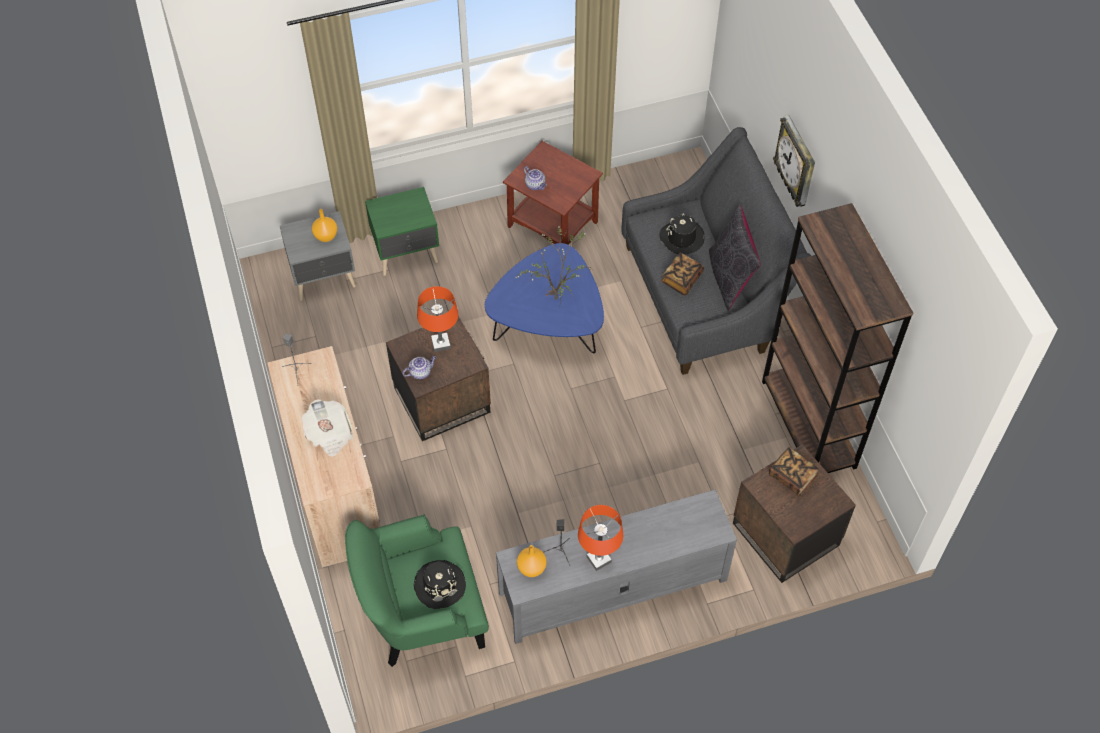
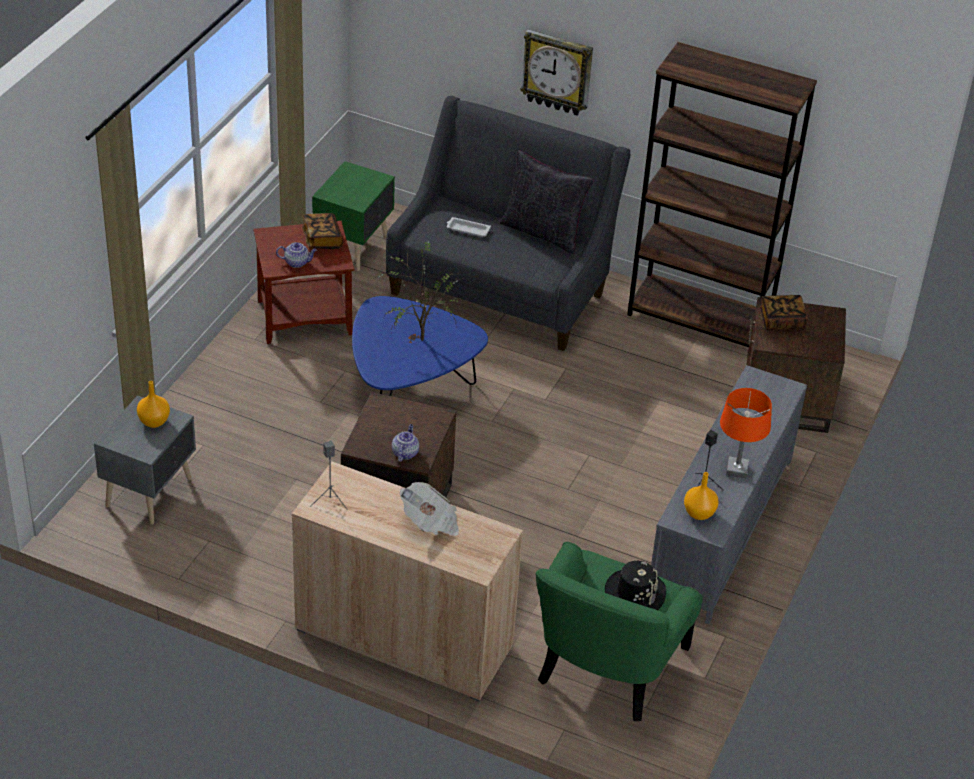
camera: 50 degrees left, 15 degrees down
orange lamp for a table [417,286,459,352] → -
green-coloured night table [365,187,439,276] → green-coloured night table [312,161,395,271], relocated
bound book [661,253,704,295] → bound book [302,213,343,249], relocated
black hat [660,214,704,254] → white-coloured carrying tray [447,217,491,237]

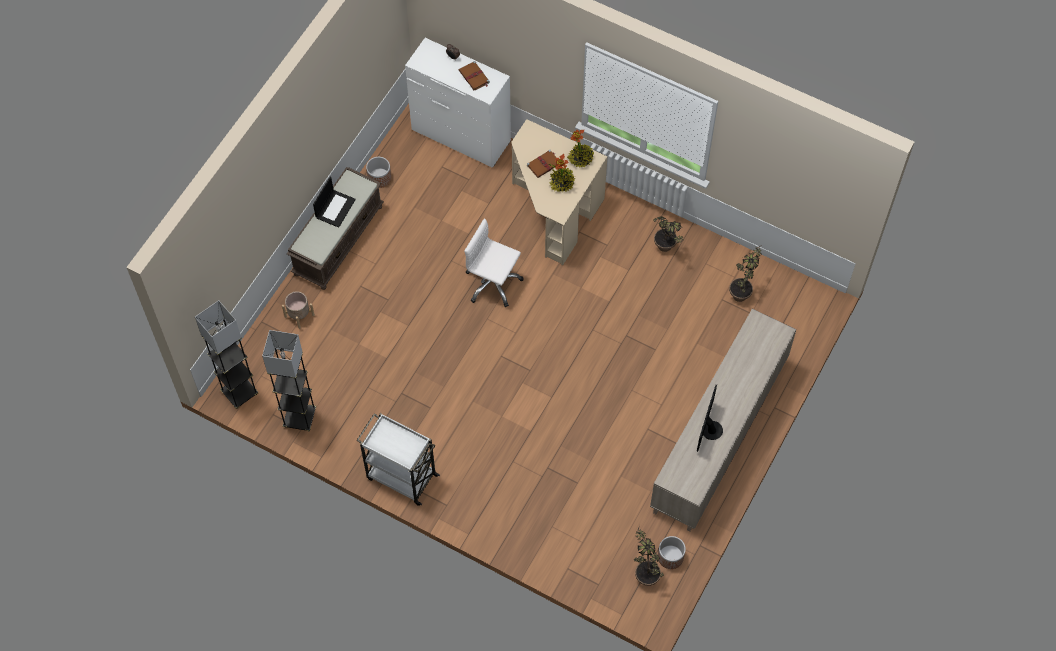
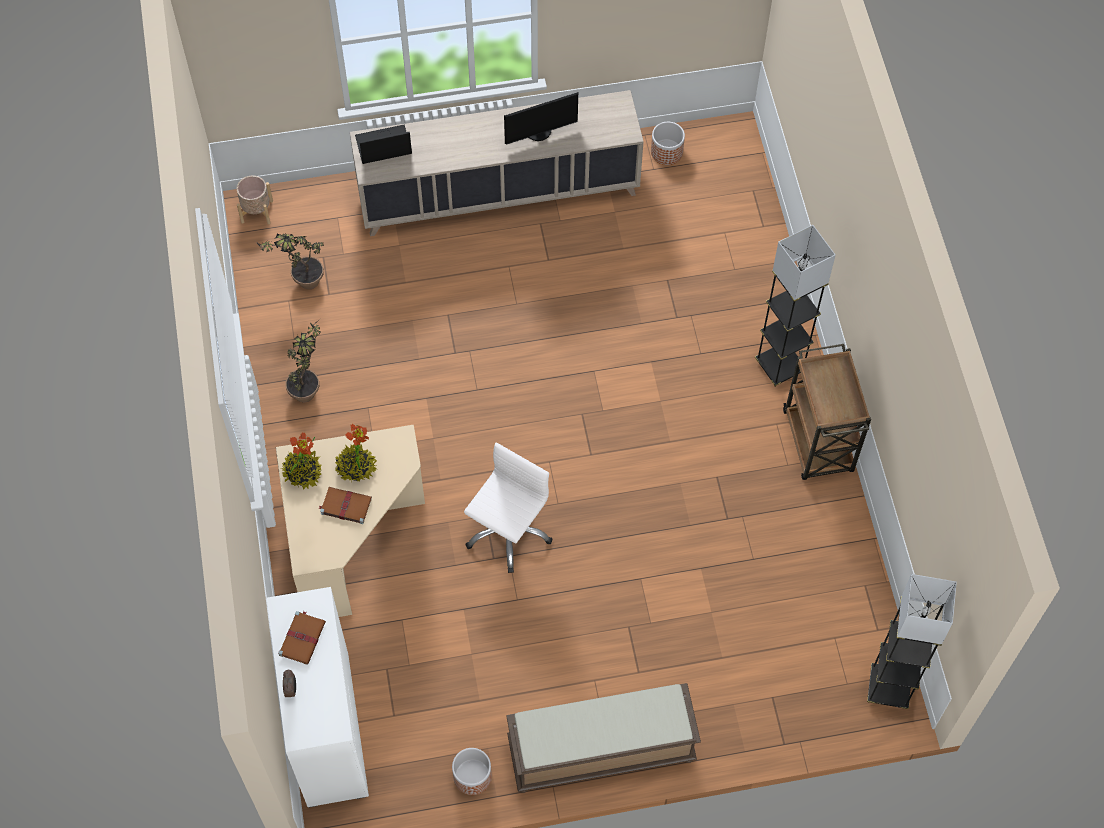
camera: 130 degrees left, 0 degrees up
potted plant [634,525,664,586] → -
gray standard lamp [262,330,316,431] → gray standard lamp [755,225,836,387], relocated
beige flower pot [282,291,315,329] → beige flower pot [237,176,273,224], relocated
notebook computer [313,177,356,228] → notebook computer [355,125,412,164], relocated
white-coloured wheeled cart [357,413,440,506] → brown wheeled cart [783,344,871,480]
white-coloured computer chair [464,218,524,307] → white-coloured computer chair [464,443,553,573], 135 degrees counterclockwise

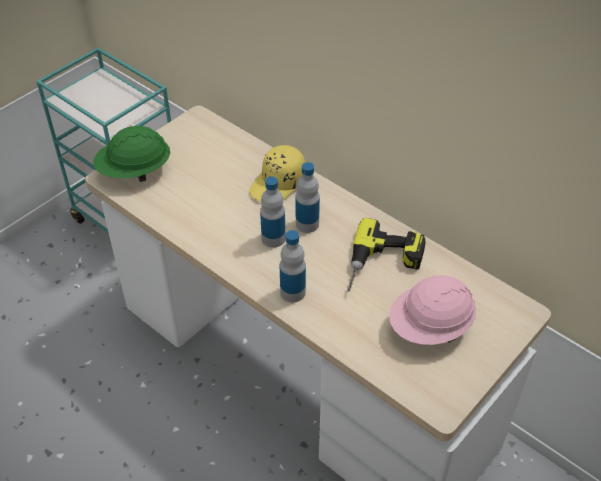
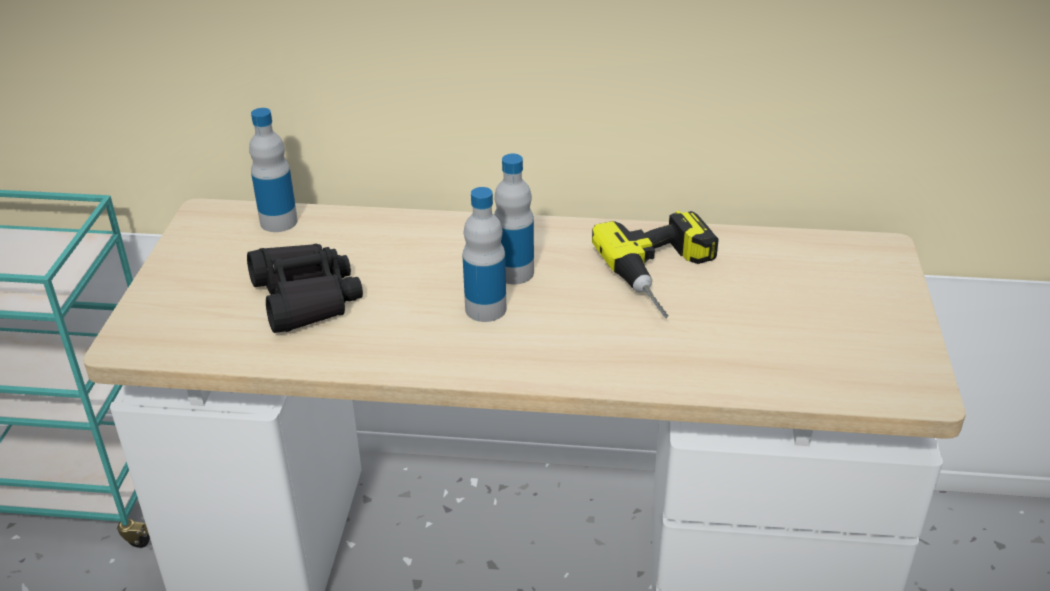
camera: 35 degrees left, 10 degrees down
green-coloured safety helmet [93,126,170,182] → -
yellowish baseball cap [249,145,306,202] → -
pinkish safety helmet [389,275,476,345] → -
- → black pair of binoculars [247,244,363,333]
bottle [280,230,306,303] → bottle [249,108,298,232], relocated

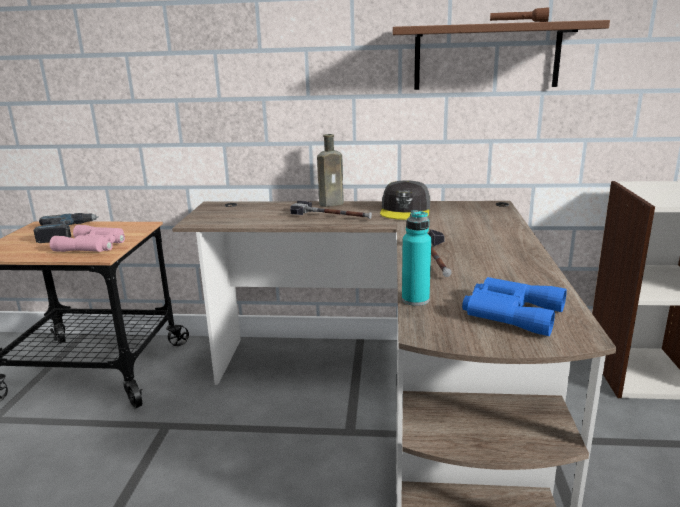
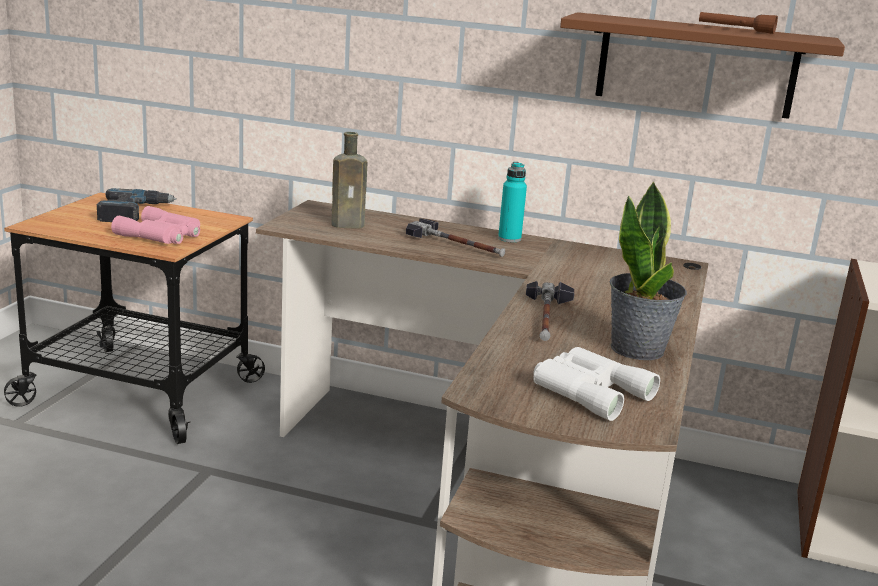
camera: 10 degrees right, 0 degrees up
gray baseball cap [380,180,430,220] → -
- → potted plant [610,181,687,360]
brown bottle [317,134,344,207] → brown bottle [332,132,367,229], relocated
blue-green bottle [402,210,431,306] → blue-green bottle [498,162,527,242], relocated
bluish pair of binoculars [462,277,567,336] → white-coloured pair of binoculars [533,347,660,421]

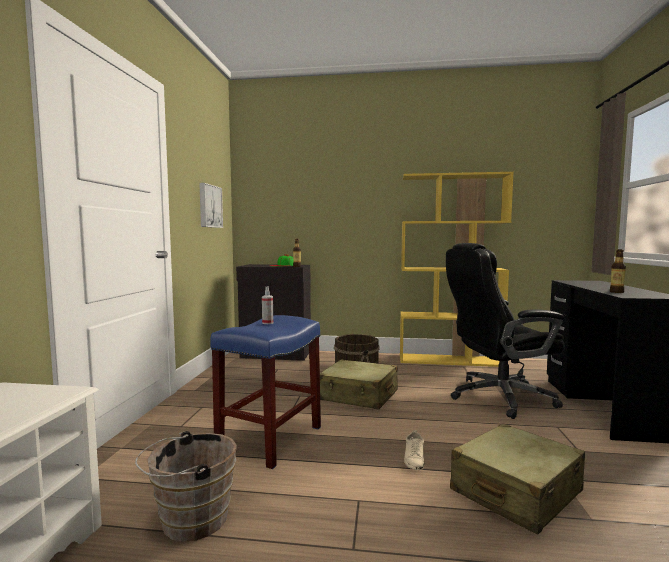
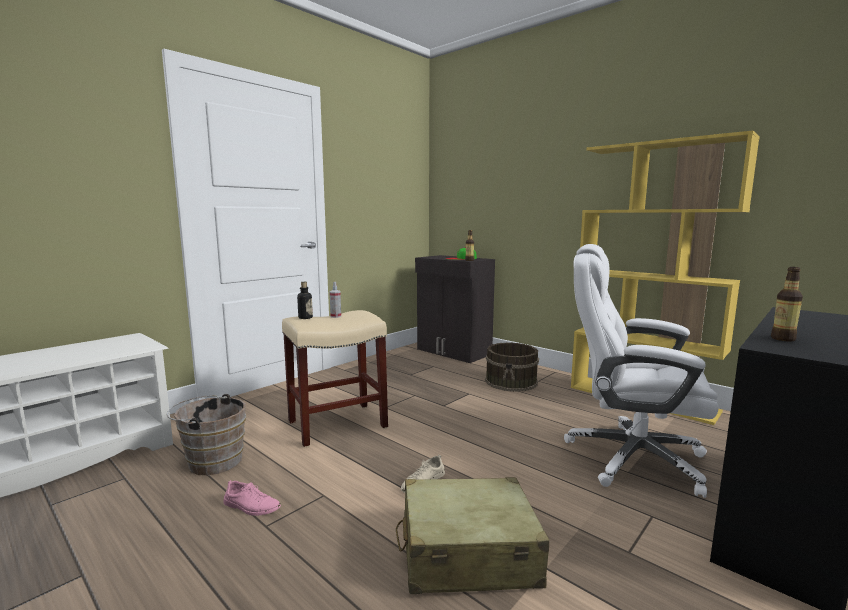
camera: 35 degrees right, 5 degrees up
picture [199,183,223,228] → -
beige suitcase [320,359,398,409] → -
- → pinkish shoe [224,480,281,516]
- → bottle [297,282,313,319]
bluish stool seat [210,315,321,469] → beige stool seat [282,310,388,448]
black computer chair [446,243,565,419] → white-coloured computer chair [564,244,718,498]

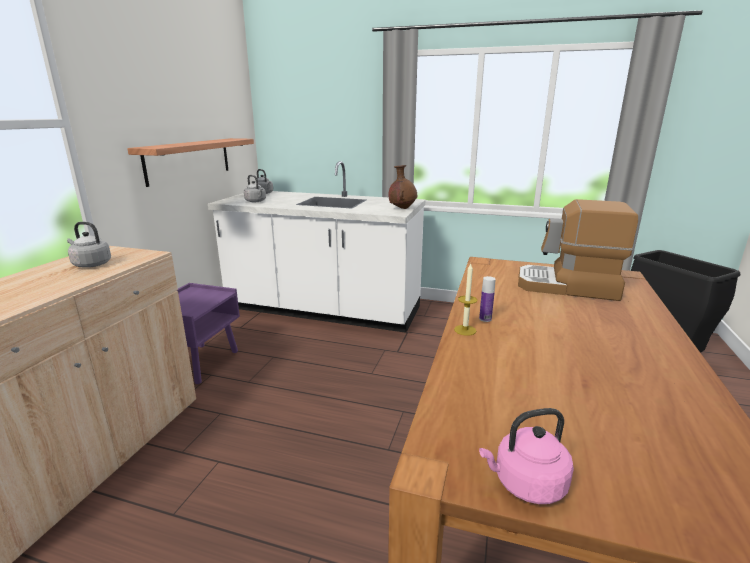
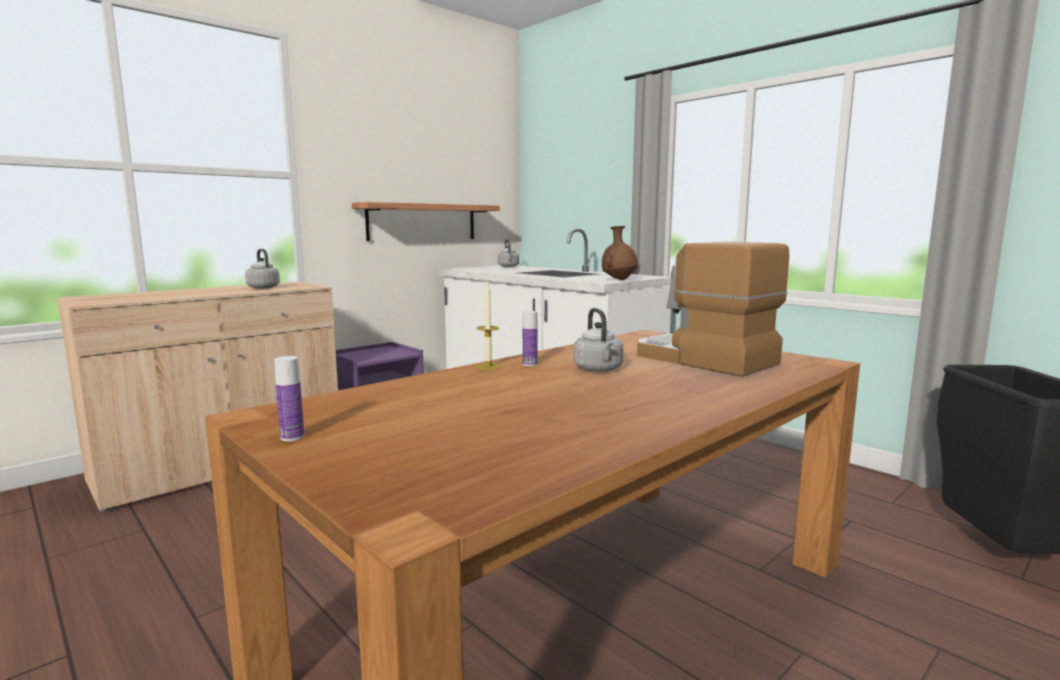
camera: 30 degrees right, 10 degrees down
gray water kettle [244,175,266,202] → gray water kettle [574,308,623,372], relocated
pinkish water kettle [479,408,574,504] → bottle [274,356,304,441]

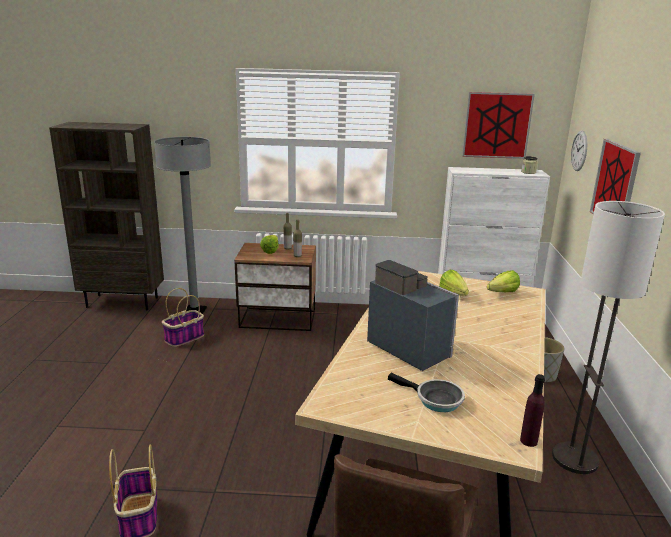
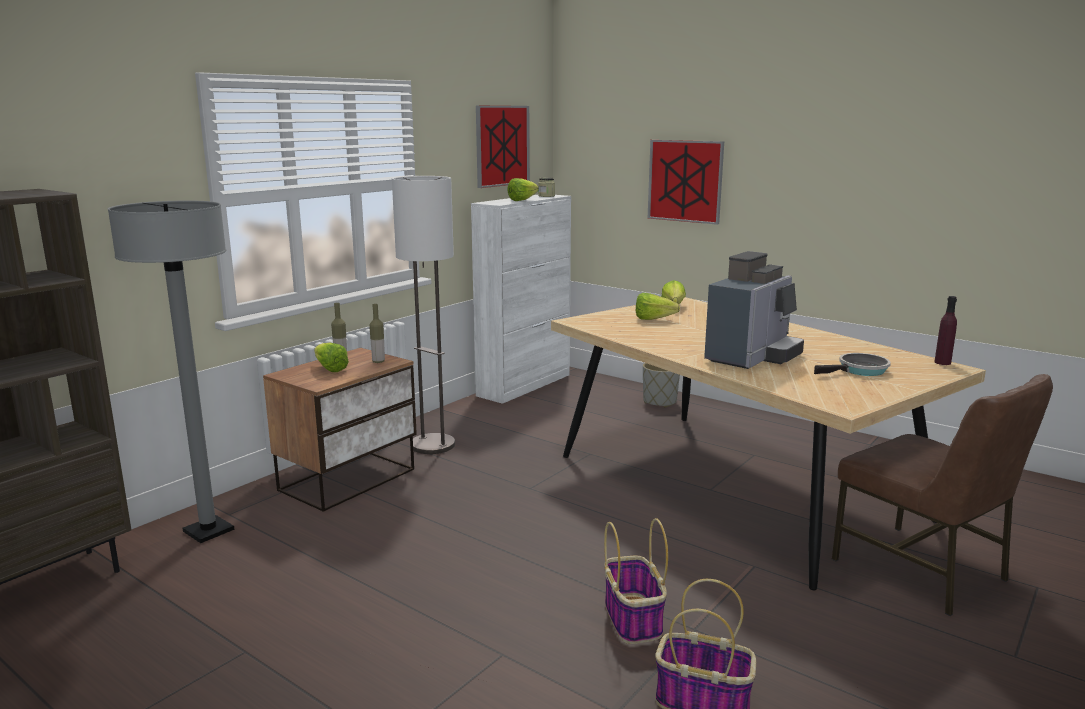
camera: 55 degrees left, 5 degrees down
clock on the wall [571,130,587,171] → -
- → lettuce [507,178,539,201]
household basket [162,288,204,347] → household basket [604,518,668,644], relocated
standard lamp [552,201,665,474] → standard lamp [392,176,455,454], relocated
coffee brewer [367,260,459,371] → coffee brewer [704,251,804,369], 135 degrees clockwise

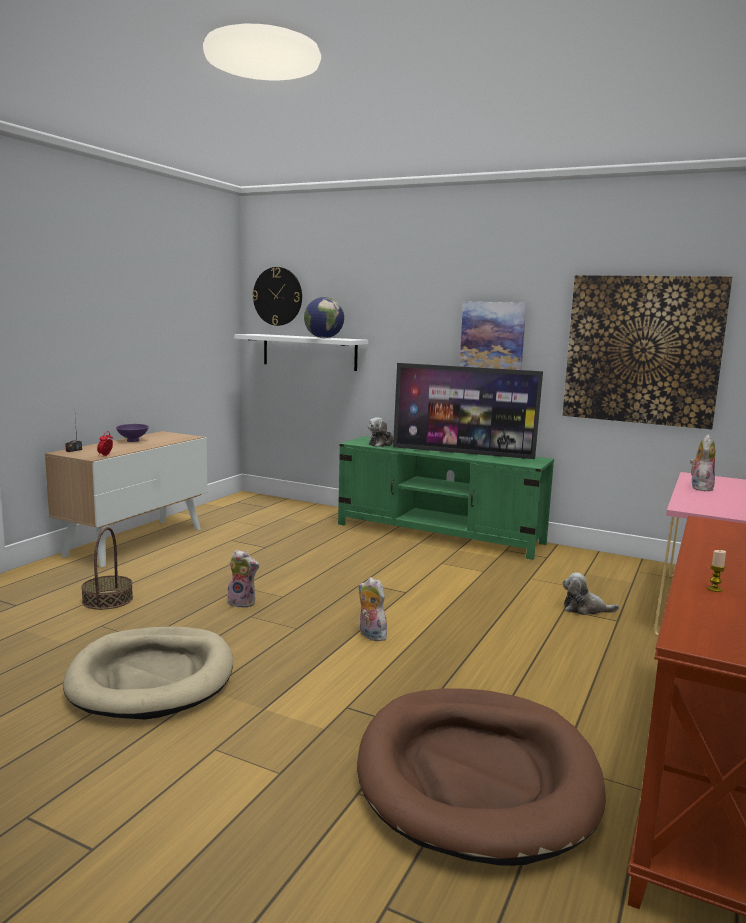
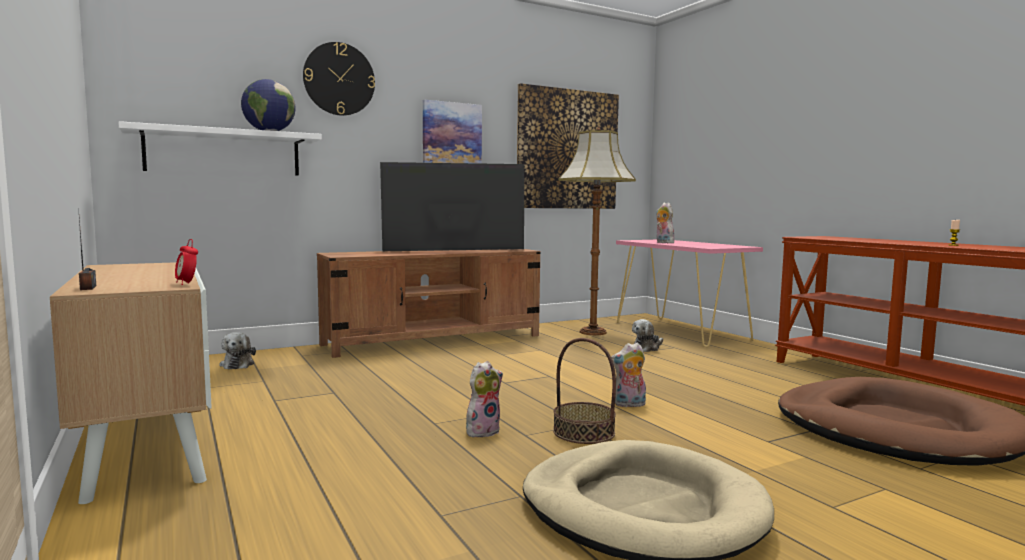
camera: 55 degrees left, 5 degrees down
purplish bowl [116,424,149,442] → -
- → standard lamp [558,125,636,335]
household basket [81,527,133,610] → household basket [553,338,616,444], relocated
clock on the wall [252,267,302,326] → clock on the wall [303,42,375,116], relocated
cuddly toy [368,417,394,447] → cuddly toy [219,332,256,370], relocated
green-coloured media console [338,436,554,560] → brown media console [317,249,541,358]
TV [393,363,543,459] → TV [380,162,524,251], 150 degrees counterclockwise

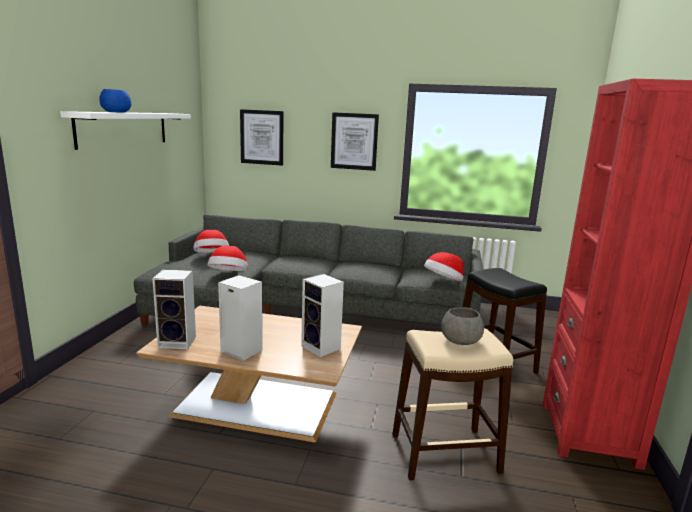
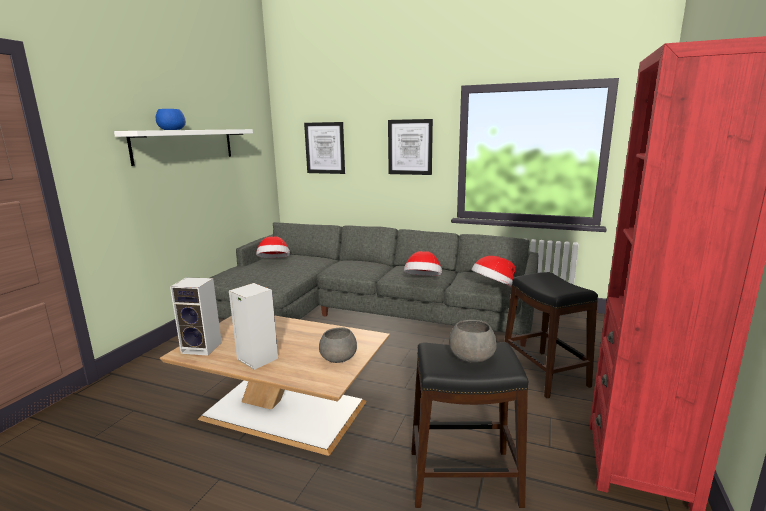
camera: 10 degrees right, 0 degrees up
hat [208,246,248,271] → hat [404,251,442,276], relocated
audio speaker [301,274,344,357] → gray bowl [319,328,357,363]
beige stool seat [392,328,513,480] → black stool seat [411,342,528,508]

